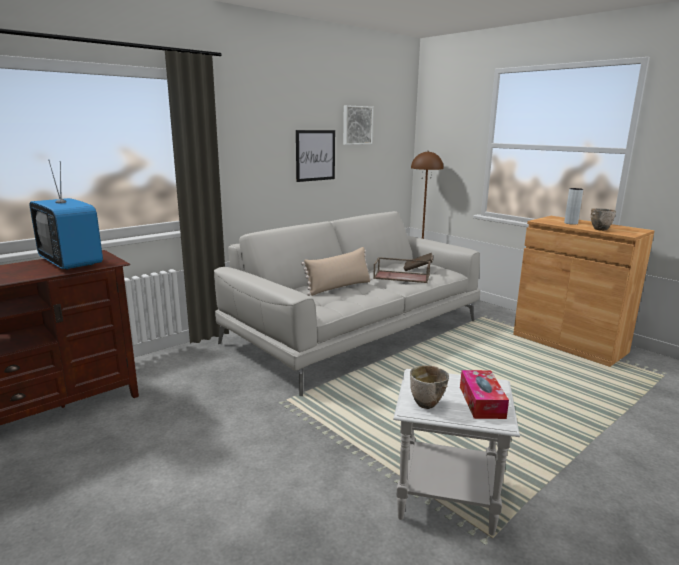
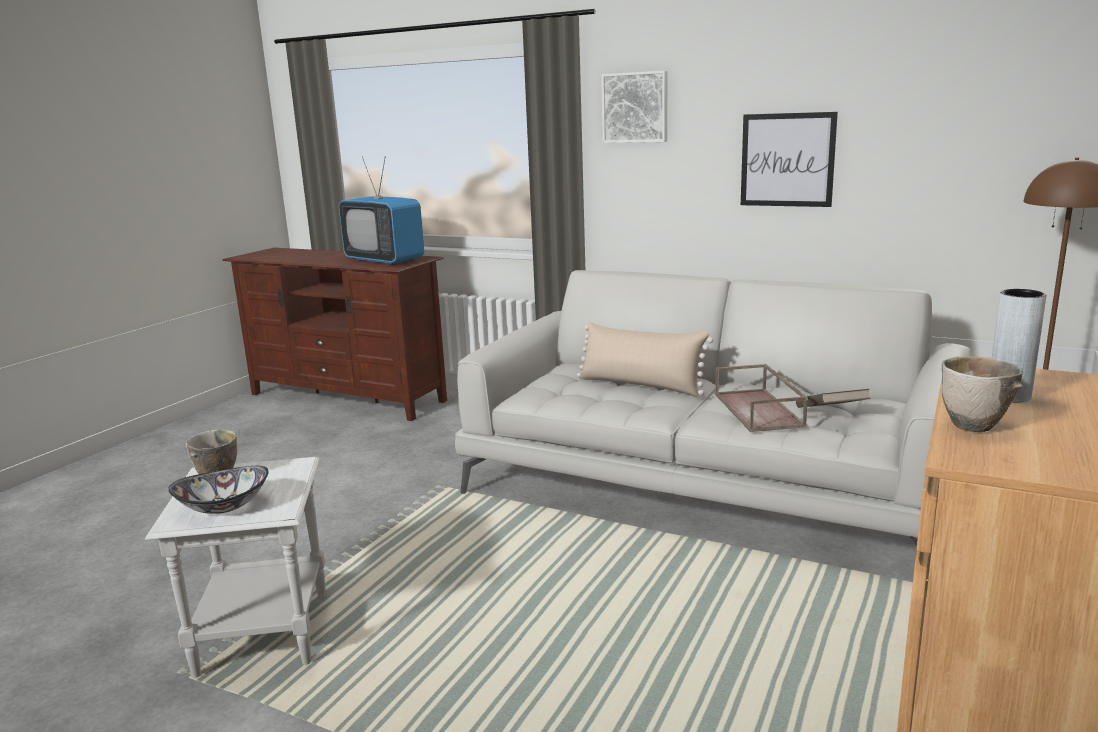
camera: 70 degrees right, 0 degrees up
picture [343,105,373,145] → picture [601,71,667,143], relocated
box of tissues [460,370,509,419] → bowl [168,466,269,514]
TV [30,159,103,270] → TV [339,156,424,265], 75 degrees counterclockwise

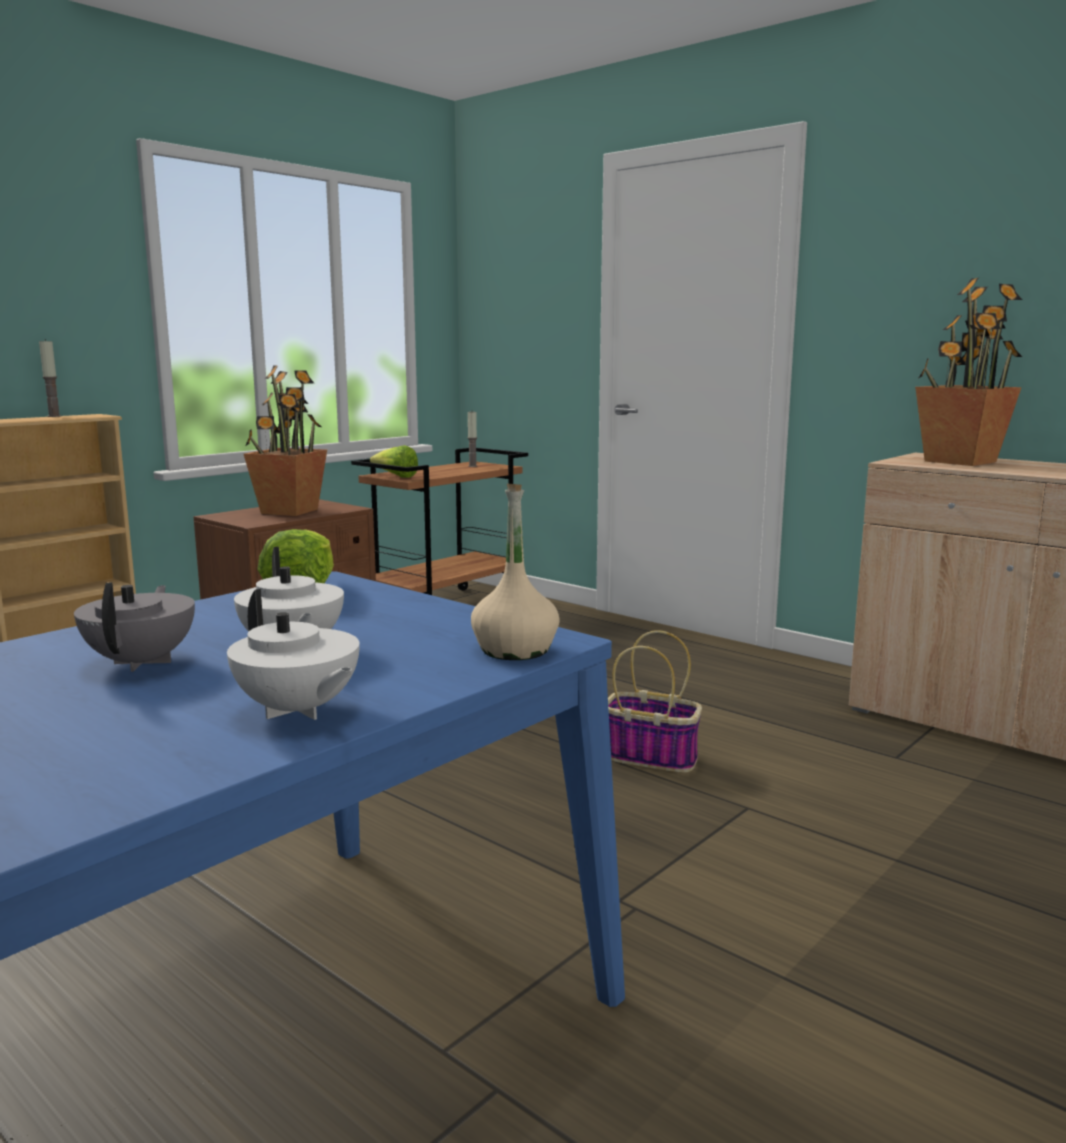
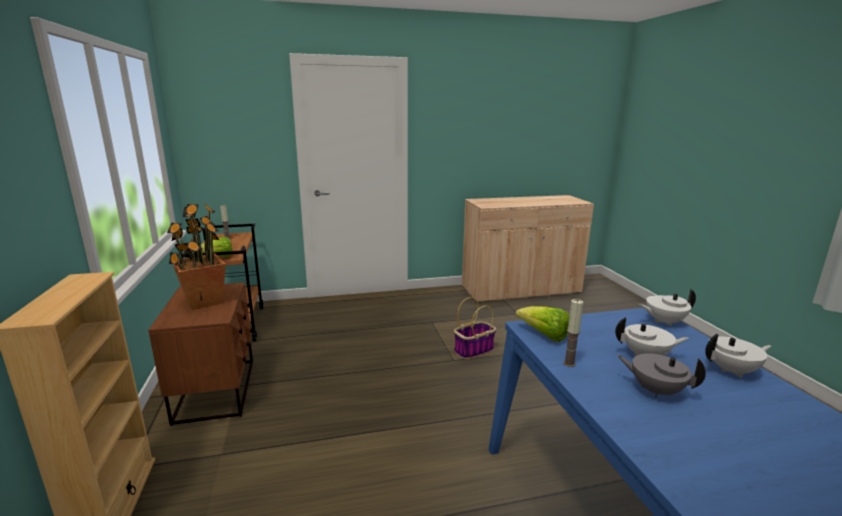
camera: 55 degrees left, 5 degrees up
potted plant [915,278,1022,466] → -
wax candle [39,339,61,417] → wax candle [563,299,583,367], relocated
beige bottle [471,484,560,660] → white-coloured pot for tea [639,289,696,326]

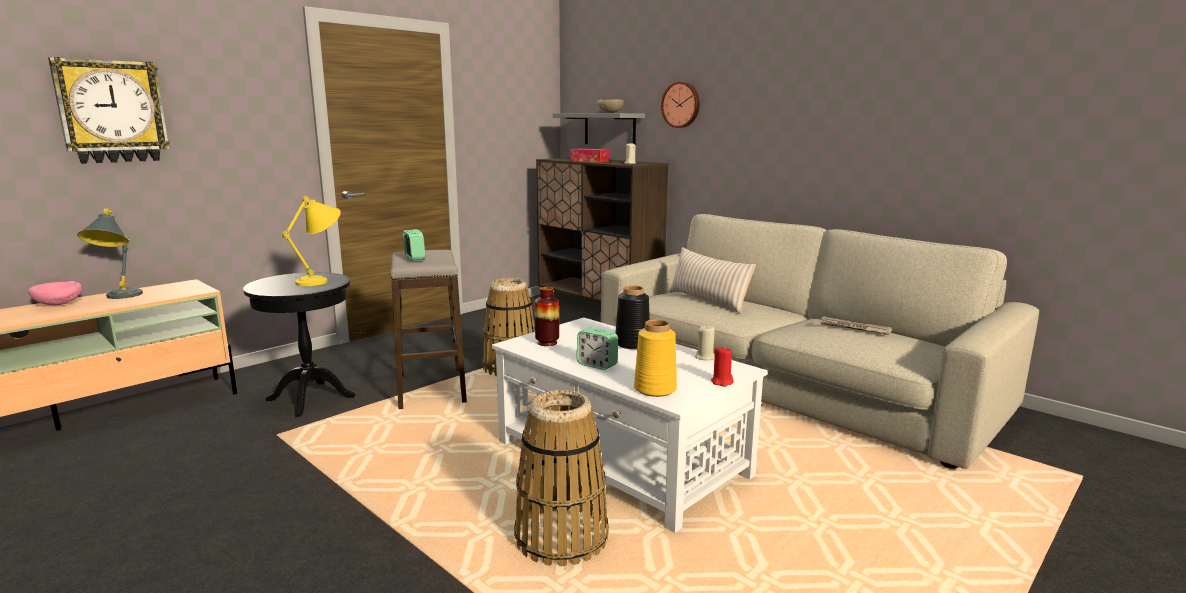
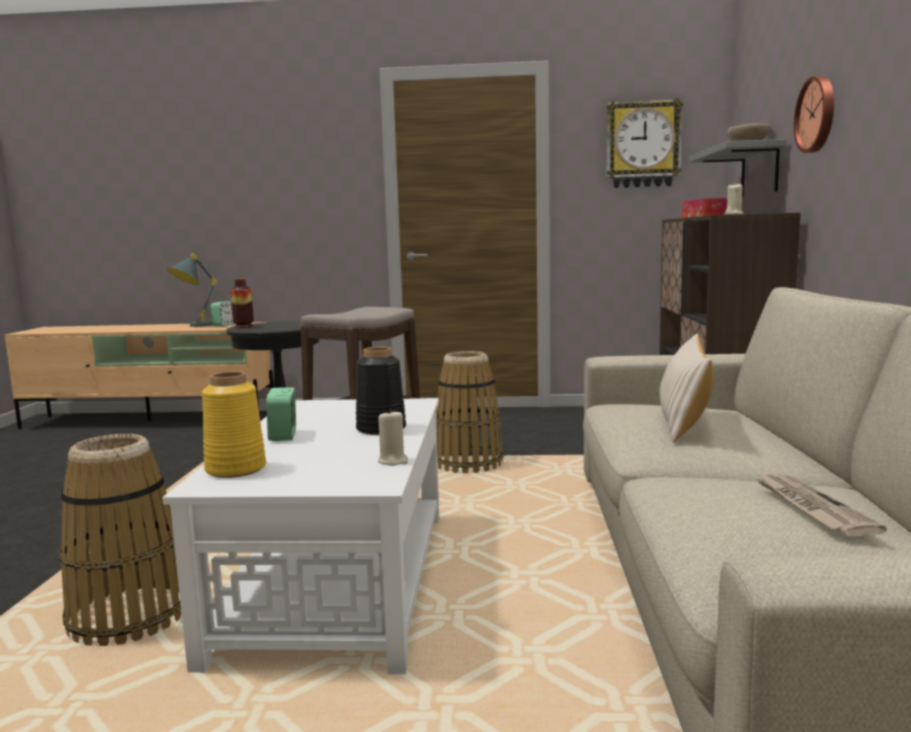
camera: 50 degrees right, 5 degrees down
pinkish bowl [28,281,82,305] → -
yellowish lamp for a table [282,196,341,286] → -
red-coloured wax candle [711,346,733,387] → -
clock on the wall [48,57,170,164] → clock on the wall [606,98,683,188], relocated
bedside clock [403,229,426,261] → bedside clock [210,301,235,327], relocated
decorative vase [535,287,559,346] → decorative vase [230,279,254,328], relocated

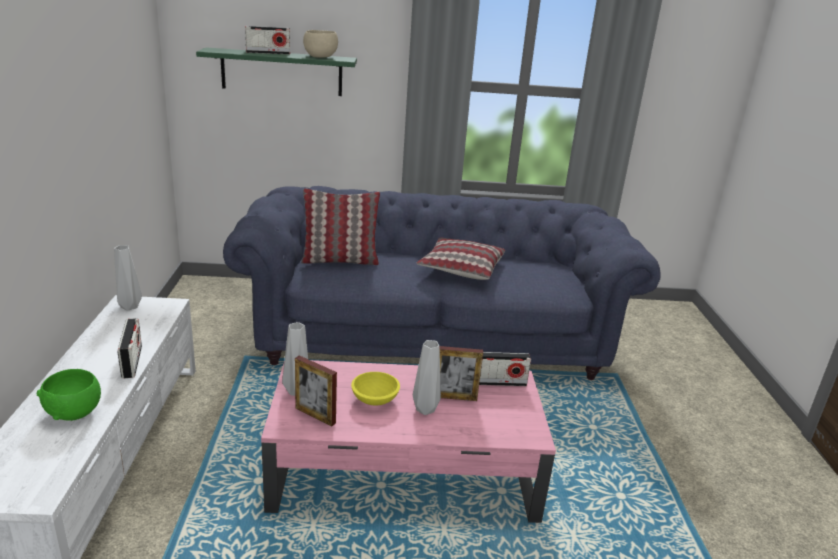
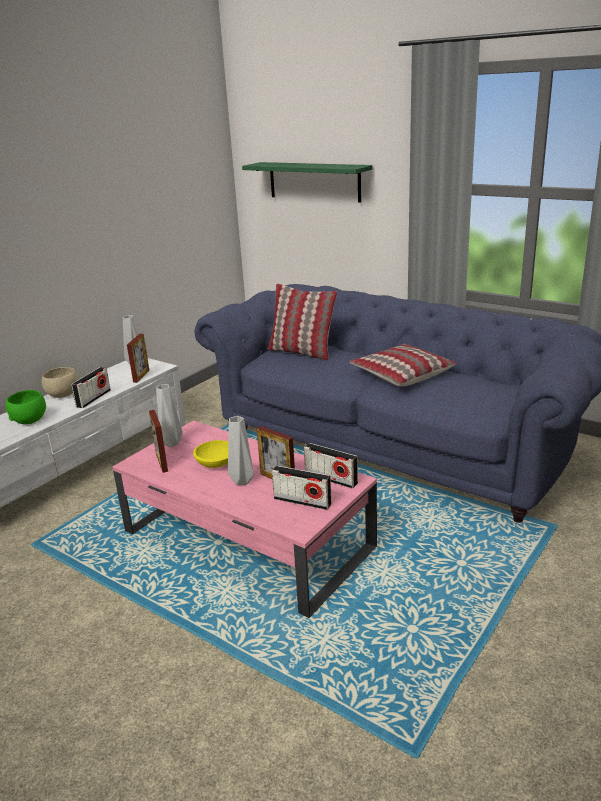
camera: 40 degrees right, 0 degrees up
- → picture frame [127,334,149,383]
radio receiver [245,26,290,55] → radio receiver [272,466,331,510], relocated
beige bowl [303,30,338,57] → beige bowl [42,367,79,398], relocated

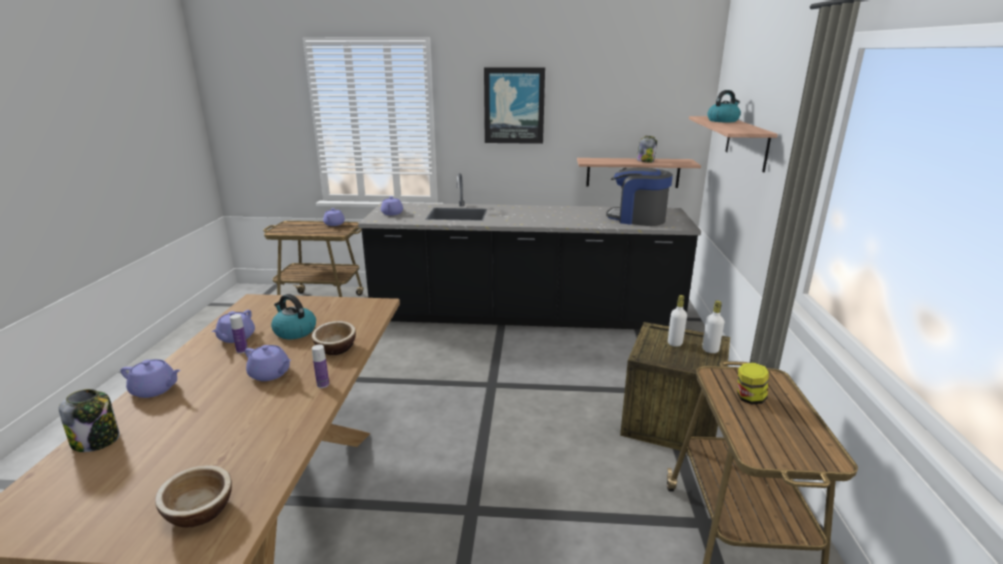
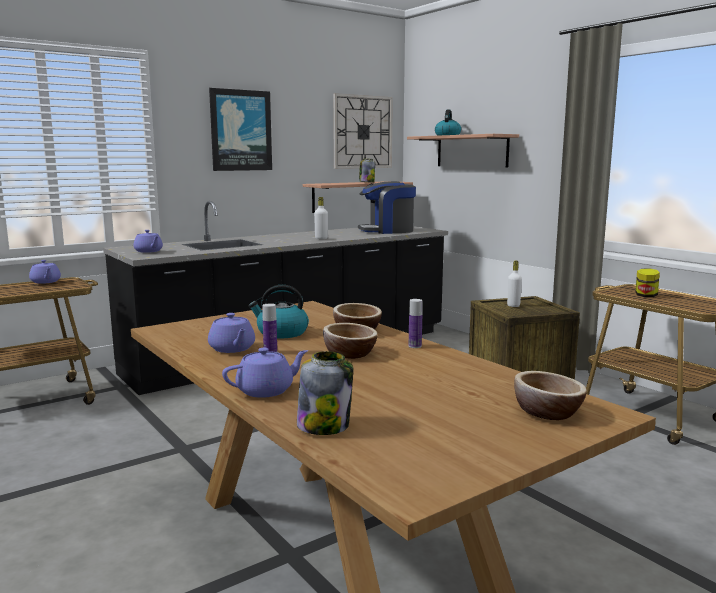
camera: 40 degrees left, 10 degrees down
- → clock on the wall [333,93,393,169]
white-coloured bottle [702,301,724,353] → white-coloured bottle [314,197,328,239], relocated
purplish pot for tea [245,345,291,381] → bowl [323,323,378,359]

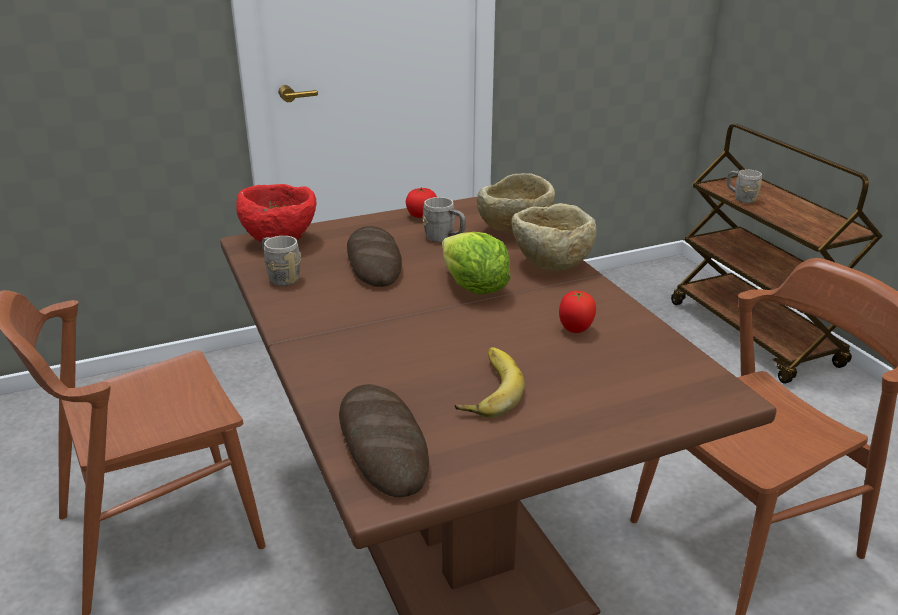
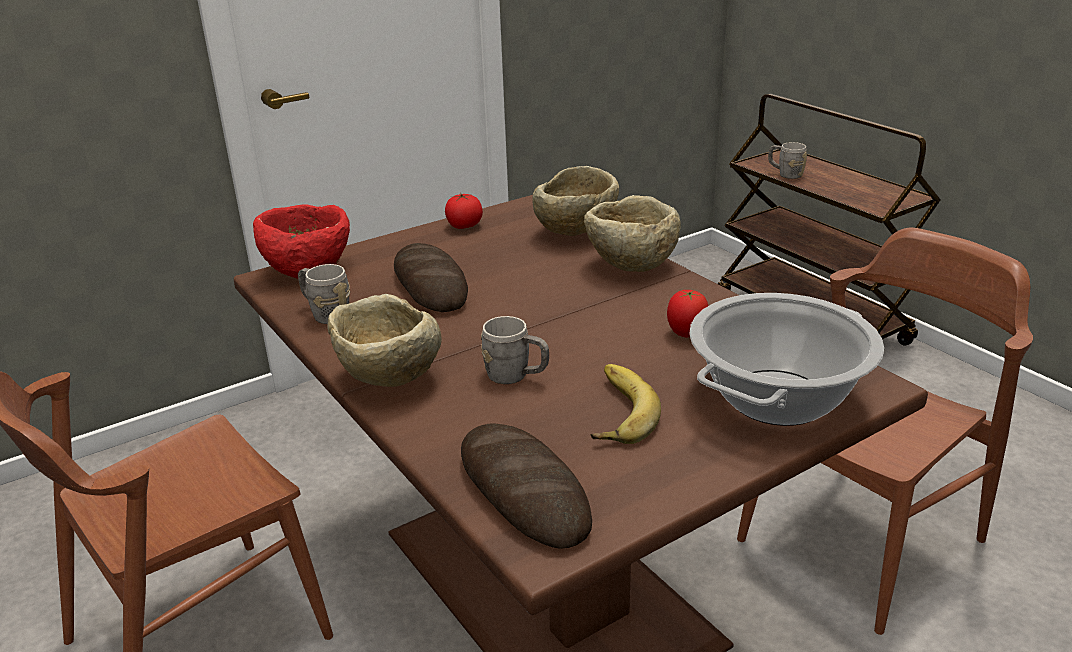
camera: 10 degrees left, 0 degrees up
lettuce [442,232,511,295] → -
- → beige bowl [327,294,442,387]
- → saucepot [689,293,884,426]
gray coffee mug [423,197,466,242] → gray coffee mug [481,316,549,384], relocated

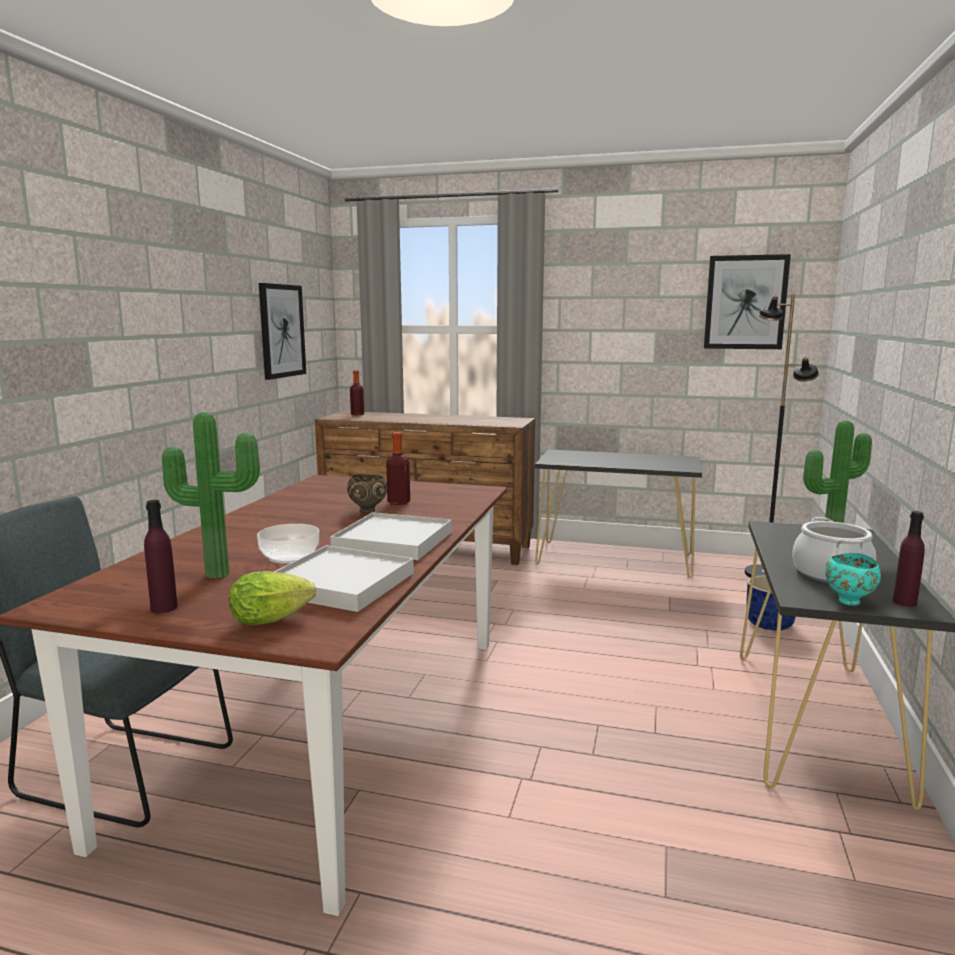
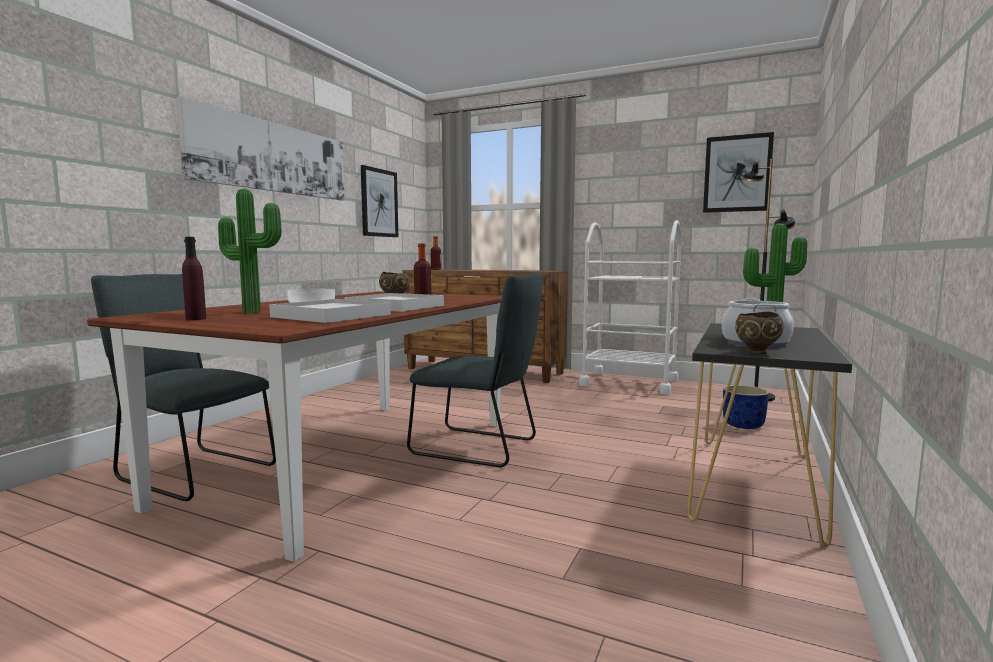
camera: 10 degrees right, 5 degrees down
lettuce [229,571,316,625] → -
purplish bottle [893,511,925,607] → -
- → picture [176,97,345,201]
- → gray upright chair [407,272,543,467]
black narrow table [535,449,702,578] → white-coloured wheeled cart [579,220,681,395]
blue-green bowl [825,553,881,606] → brown bowl [735,312,784,354]

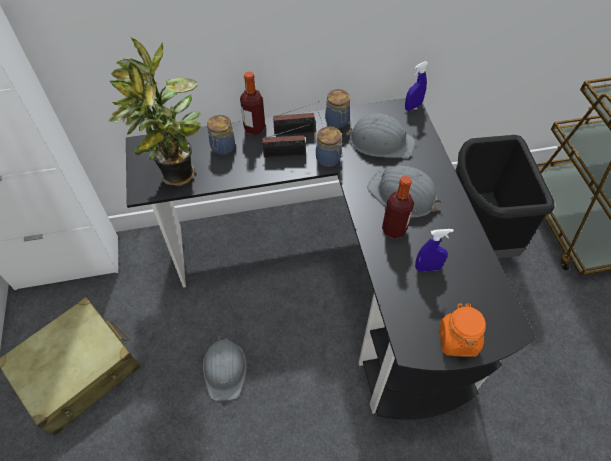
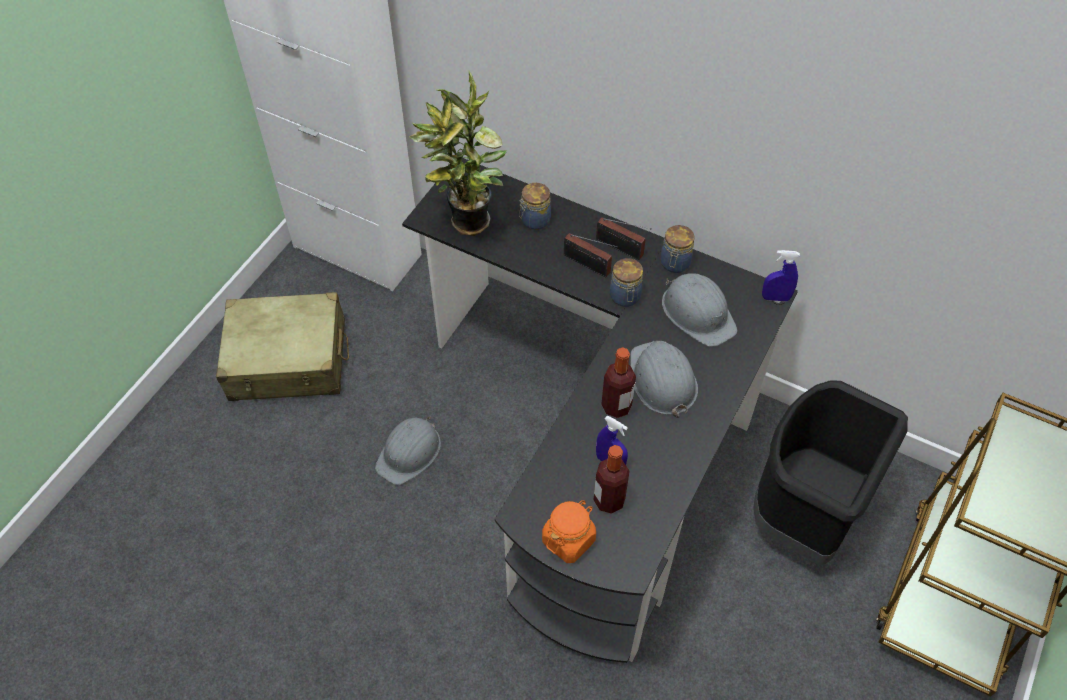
camera: 40 degrees right, 0 degrees up
bottle [240,71,265,135] → bottle [593,445,630,514], relocated

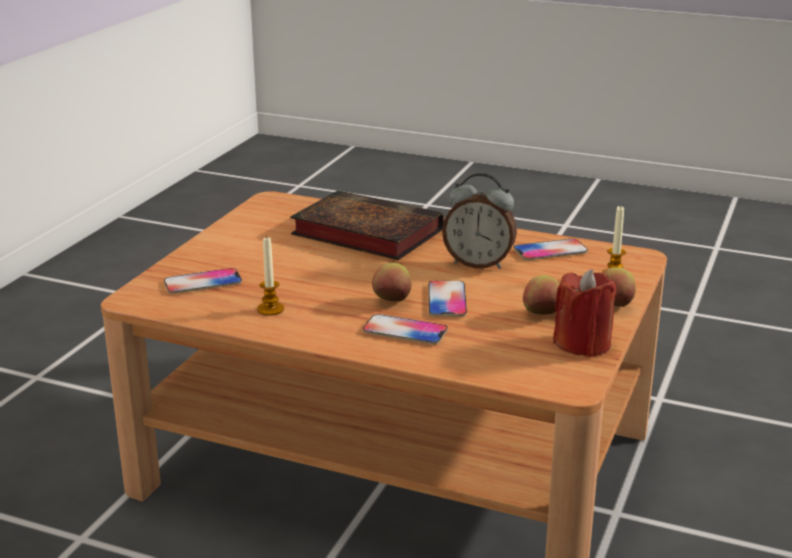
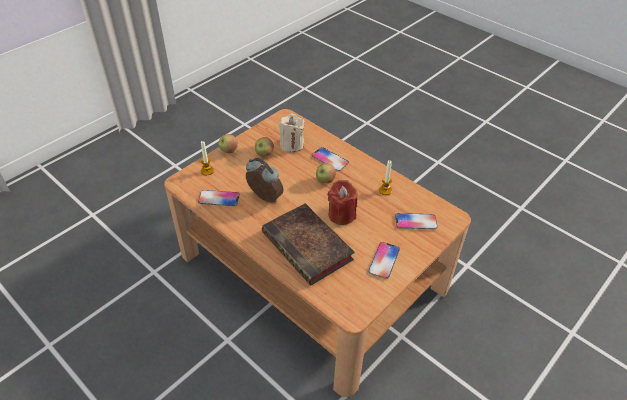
camera: 160 degrees left, 20 degrees up
- → beige wax candle [279,114,305,152]
phone [428,280,467,317] → phone [368,242,400,279], relocated
red-coloured wax candle [553,269,617,357] → red-coloured wax candle [328,180,357,225], relocated

